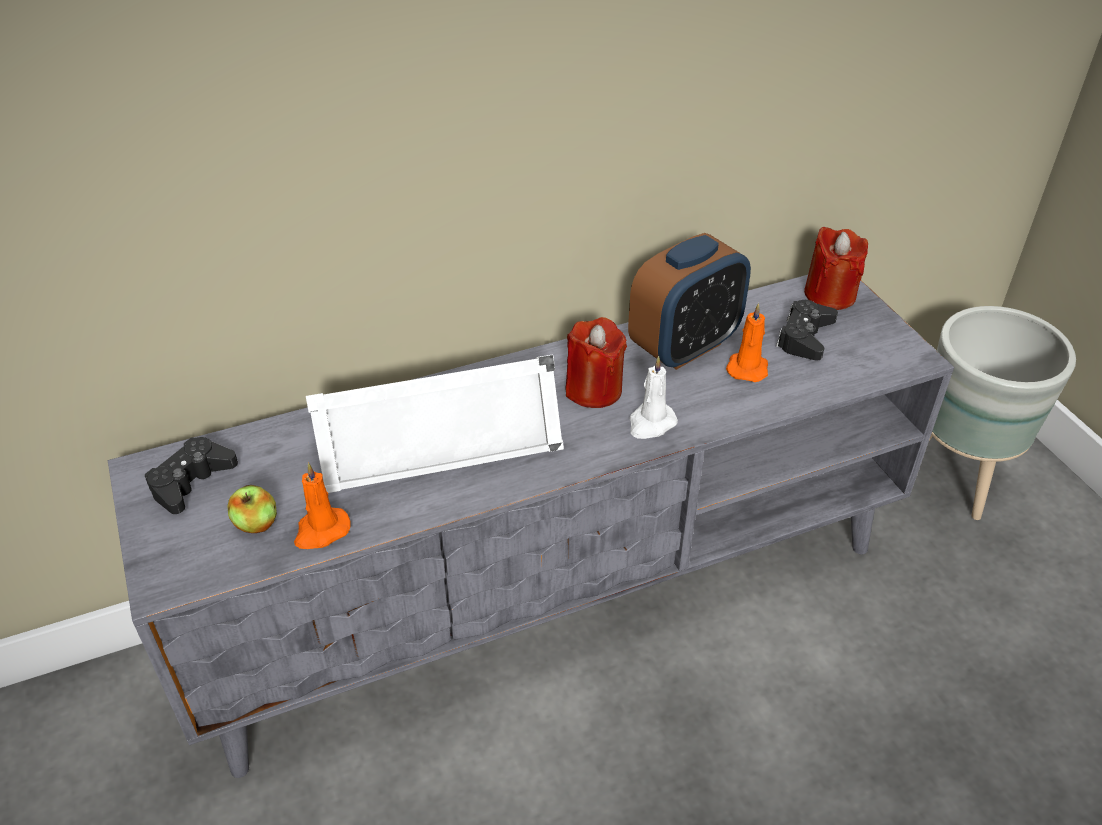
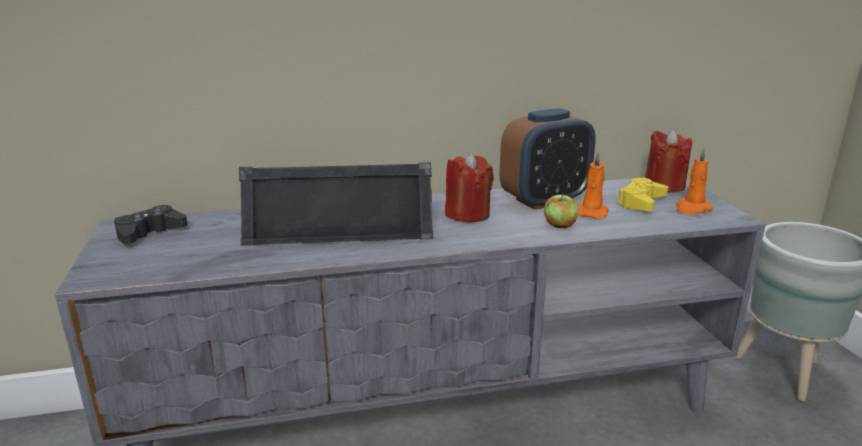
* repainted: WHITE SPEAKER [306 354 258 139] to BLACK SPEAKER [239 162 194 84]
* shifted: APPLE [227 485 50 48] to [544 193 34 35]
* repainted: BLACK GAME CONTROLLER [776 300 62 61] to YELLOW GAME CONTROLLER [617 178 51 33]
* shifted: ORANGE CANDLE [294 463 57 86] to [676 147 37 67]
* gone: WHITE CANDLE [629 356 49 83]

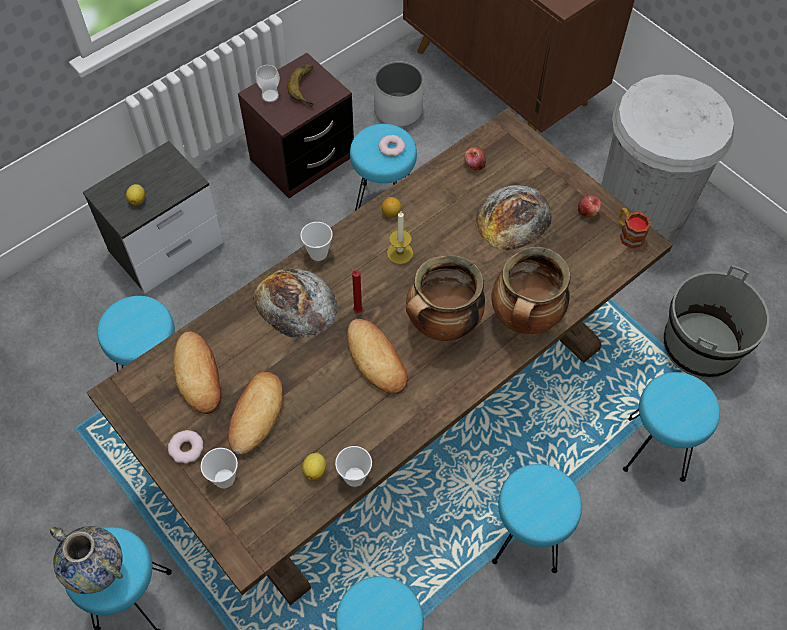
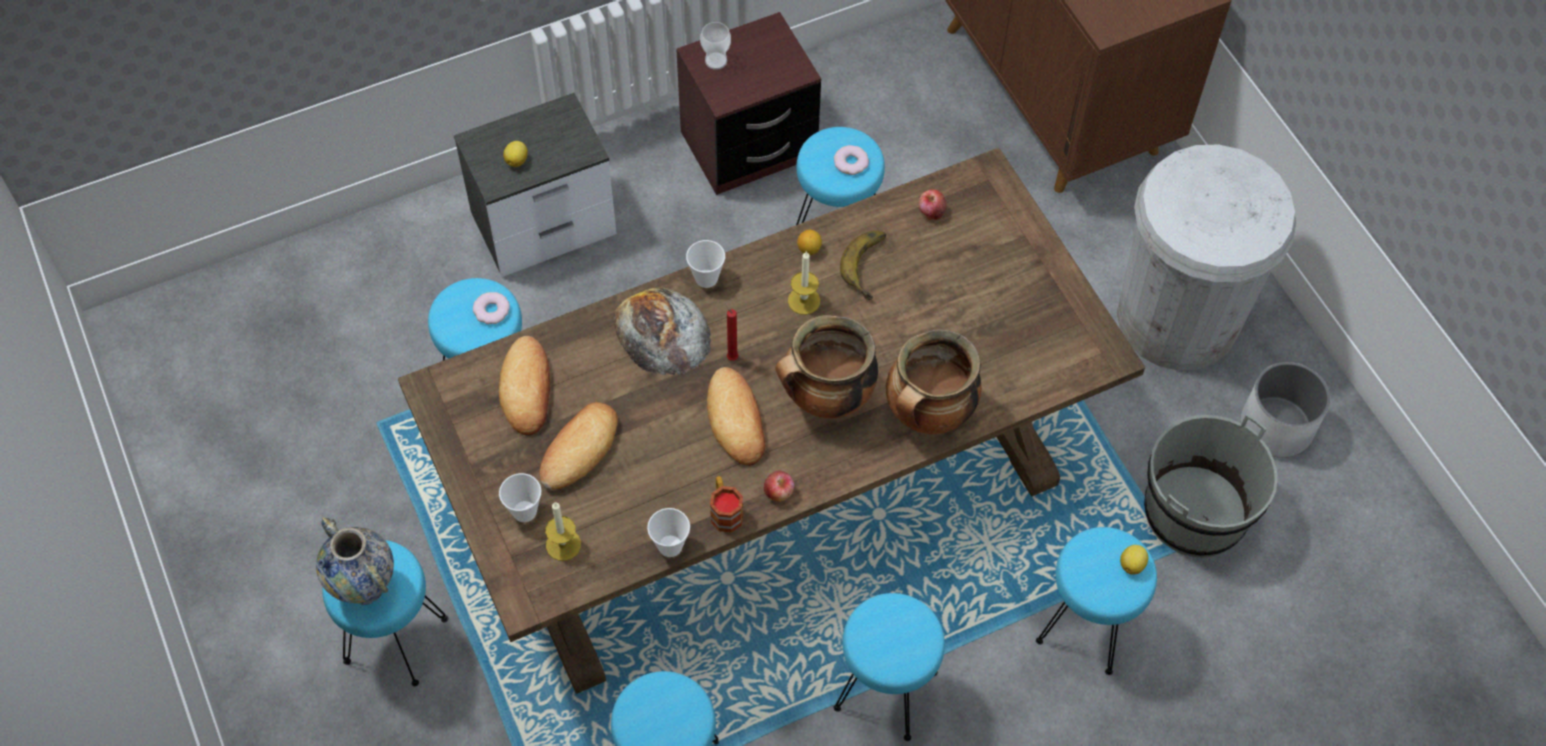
* shifted: DONUT [168 430 35 34] to [473 292 37 32]
* new: CANDLE [545 502 36 59]
* shifted: MUG [619 208 32 40] to [710 476 33 56]
* shifted: APPLE [578 195 23 22] to [764 471 31 31]
* shifted: BANANA [287 64 27 43] to [840 231 46 69]
* shifted: LEMON [302 452 24 29] to [1120 545 28 30]
* shifted: WHITE PLANTER [374 61 50 66] to [1240 362 90 96]
* gone: BREAD [475 185 77 66]

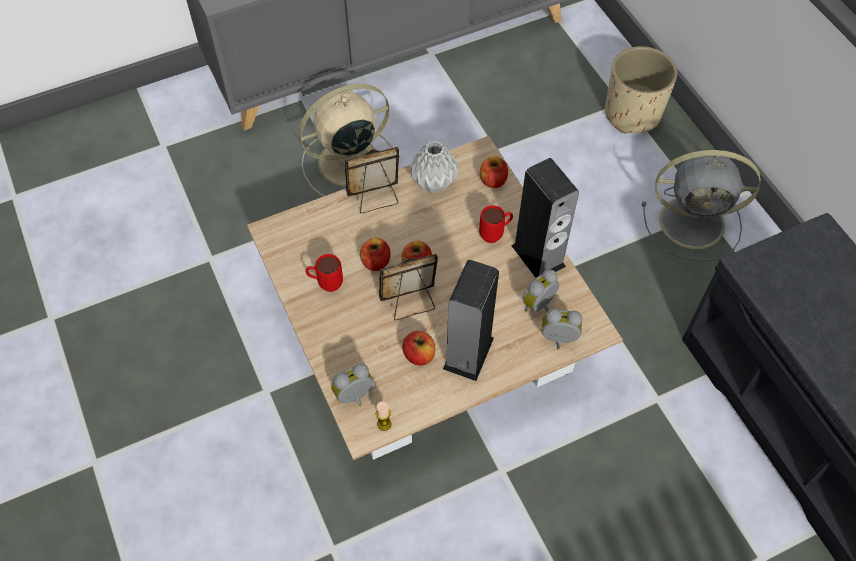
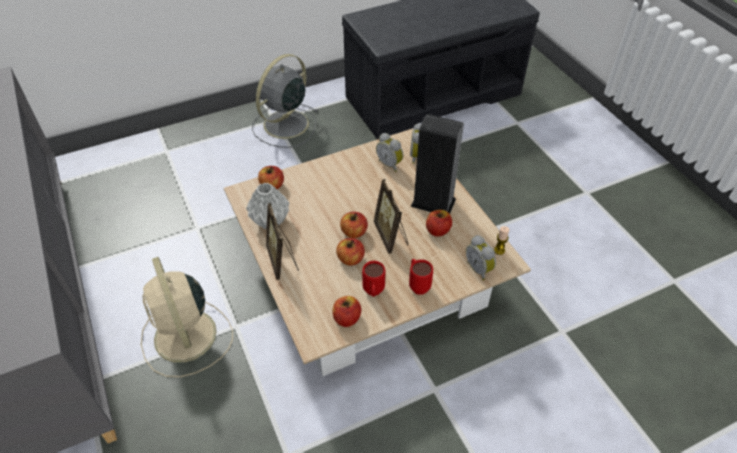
* rotated: GREY FAN [642 150 119 111] = [252 54 66 94] 150 degrees counterclockwise
* new: APPLE [333 296 28 31]
* shifted: RED MUG [479 205 34 38] to [409 259 24 36]
* gone: SPEAKER [511 158 68 120]
* gone: BEIGE PLANTER [605 46 72 87]

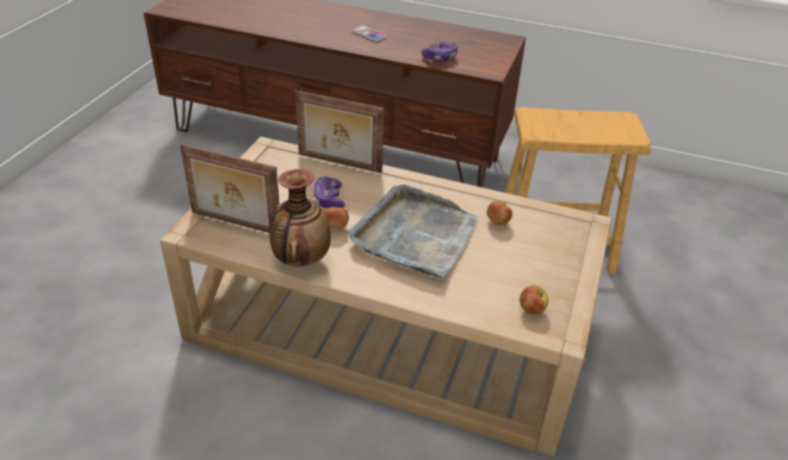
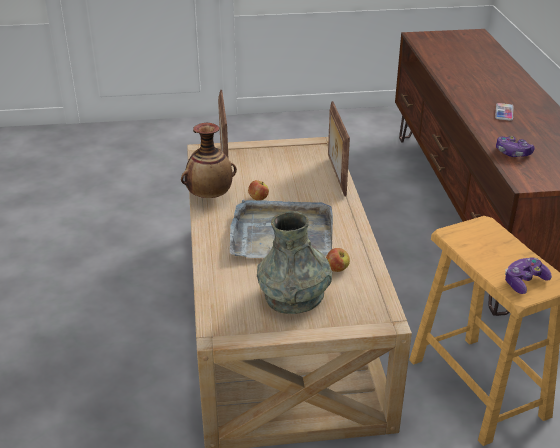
* new: GREY VASE [257 211 75 103]
* shifted: GAME CONTROLLER [313 177 32 31] to [505 257 47 37]
* gone: APPLE [520 285 28 30]

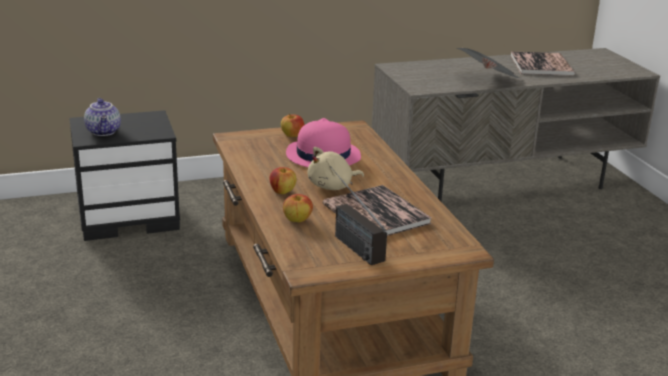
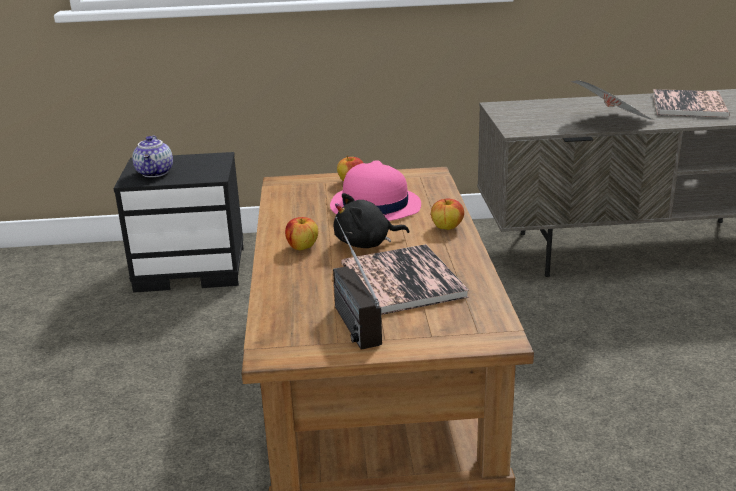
* repainted: BEIGE PLUSH TOY [307 147 57 43] to BLACK PLUSH TOY [334 193 75 55]
* shifted: APPLE [283 194 30 28] to [431 199 33 31]

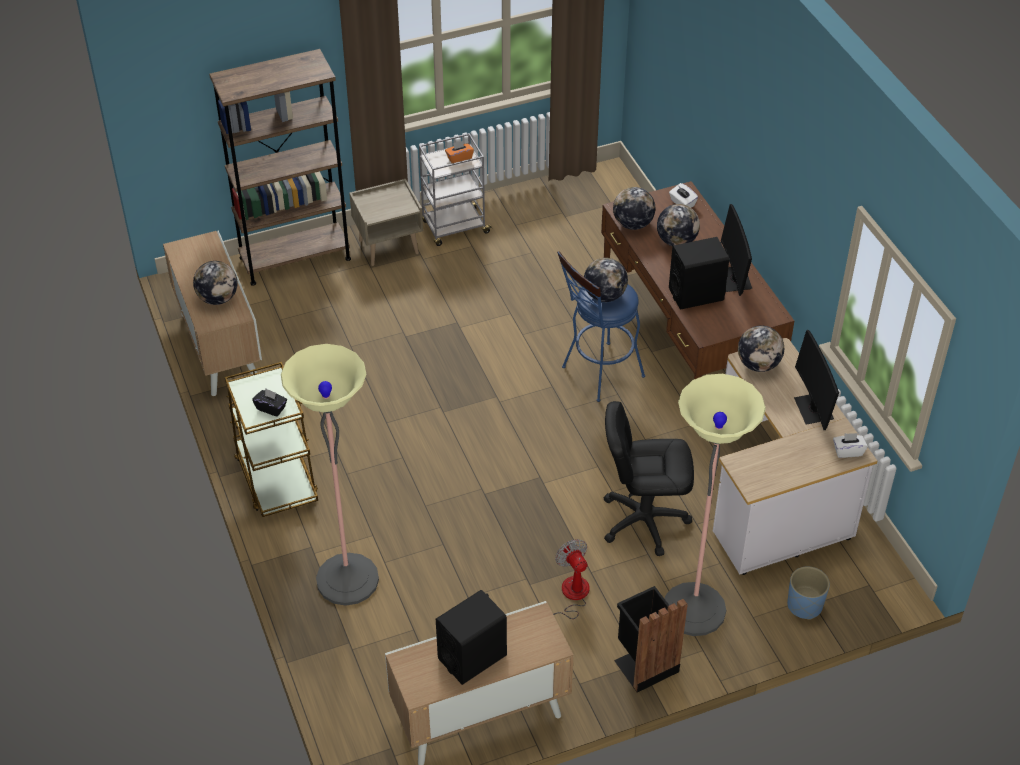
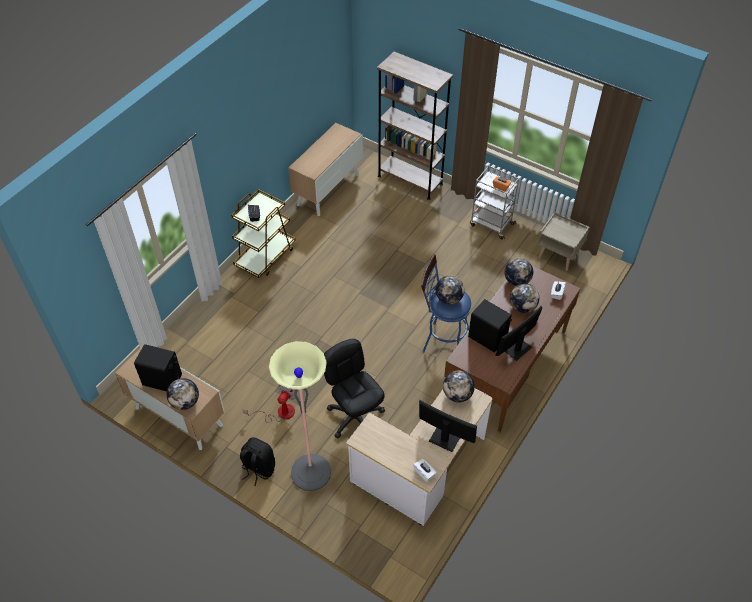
* shifted: GLOBE [193 261 44 44] to [167 378 32 32]
* swapped: BLACK TRASH CAN [614 586 74 106] to BLACK BACKPACK [240 437 35 49]
* rotated: MONITOR [794 330 45 100] = [419 400 58 52] 75 degrees clockwise
* shifted: BEIGE NIGHTSTAND [349 179 74 87] to [538 212 52 59]
* gone: FLOOR LAMP [281 344 98 262]
* gone: BLUE PLANTER [787 566 43 54]

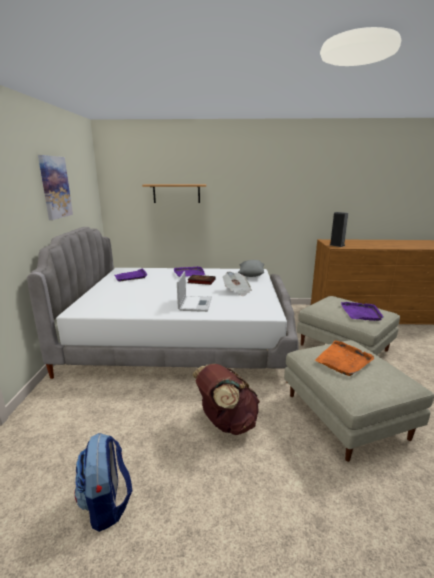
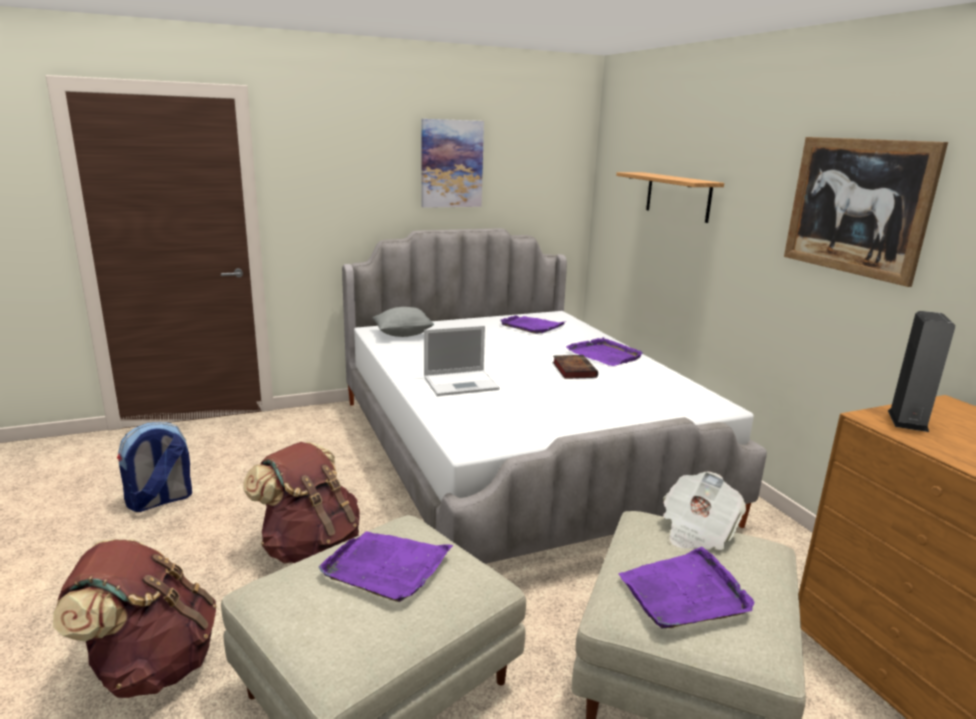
* new: BROWN BACKPACK [53 539 164 159]
* repainted: ORANGE TRAY [315 340 60 36] to PURPLE TRAY [319 531 134 71]
* shifted: GREY PILLOW [238 260 26 17] to [372 307 62 30]
* shifted: NEWSPAPER [222 271 30 25] to [663 471 83 79]
* new: PICTURE [784 137 164 150]

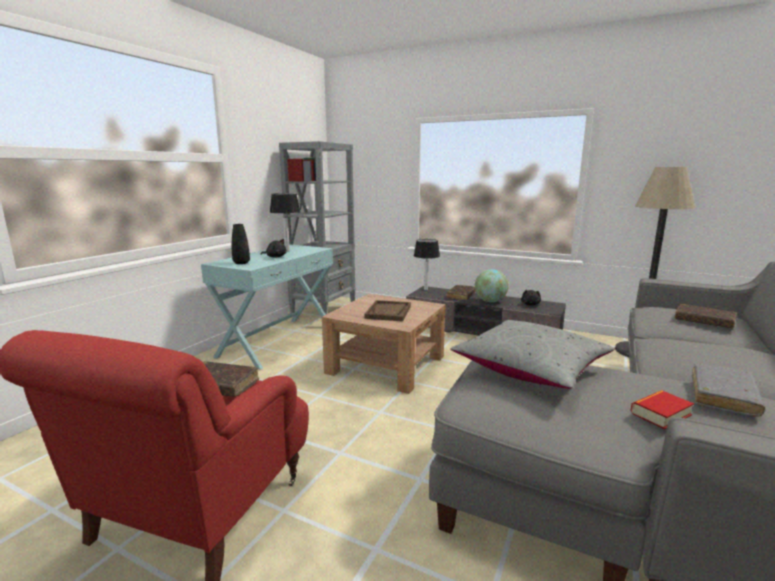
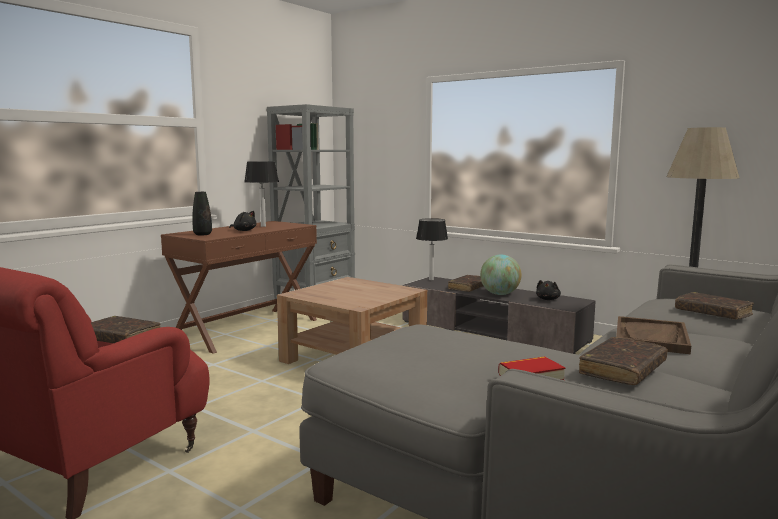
* repainted: TURQUOISE CONSOLE TABLE [201 244 132 126] to BROWN CONSOLE TABLE [161 221 156 133]
* repainted: GREY BOOK [692 363 73 54] to BROWN BOOK [579 337 89 48]
* shifted: BROWN TRAY [364 300 47 21] to [616 316 75 38]
* gone: GREY PILLOW [450 320 164 69]

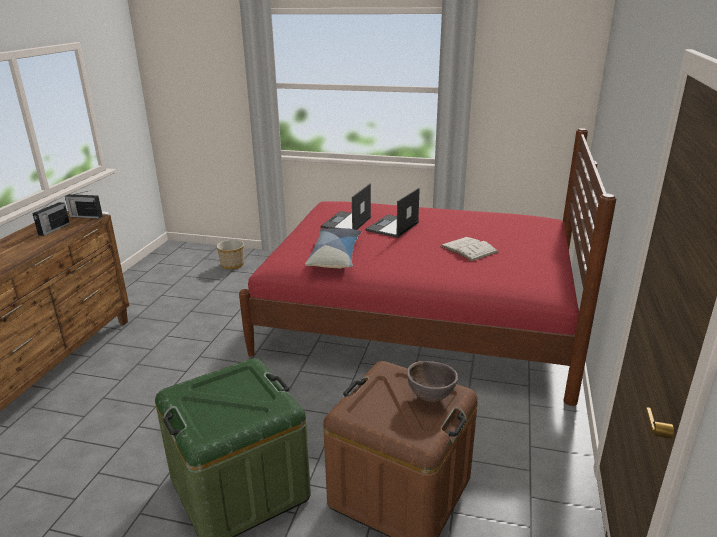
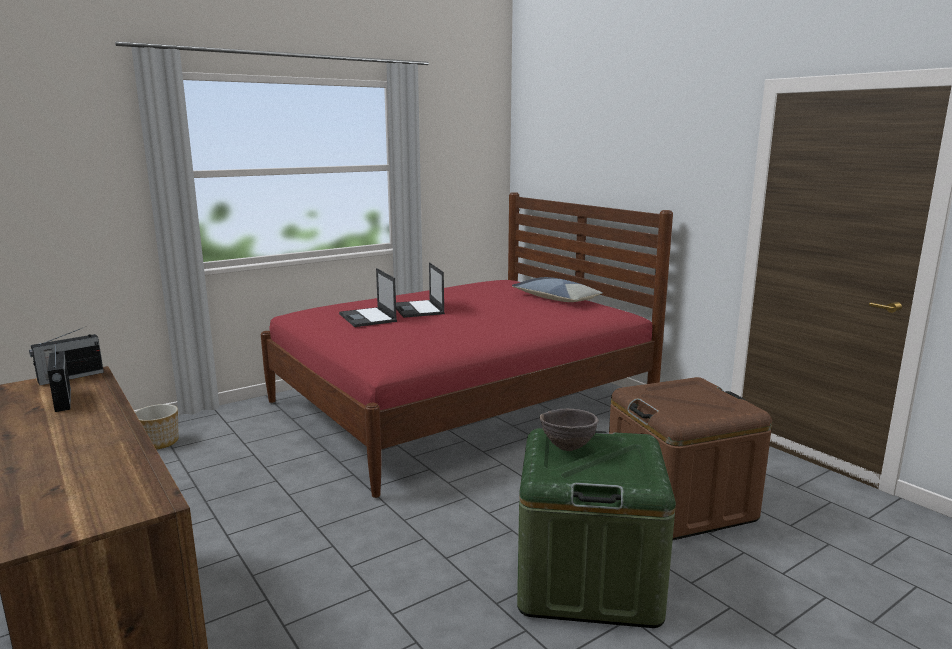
* shifted: PILLOW [305 228 57 41] to [512 277 90 25]
* shifted: BROWN BOWL [407 361 51 41] to [540 409 59 42]
* gone: WHITE BOOK [441 237 57 24]

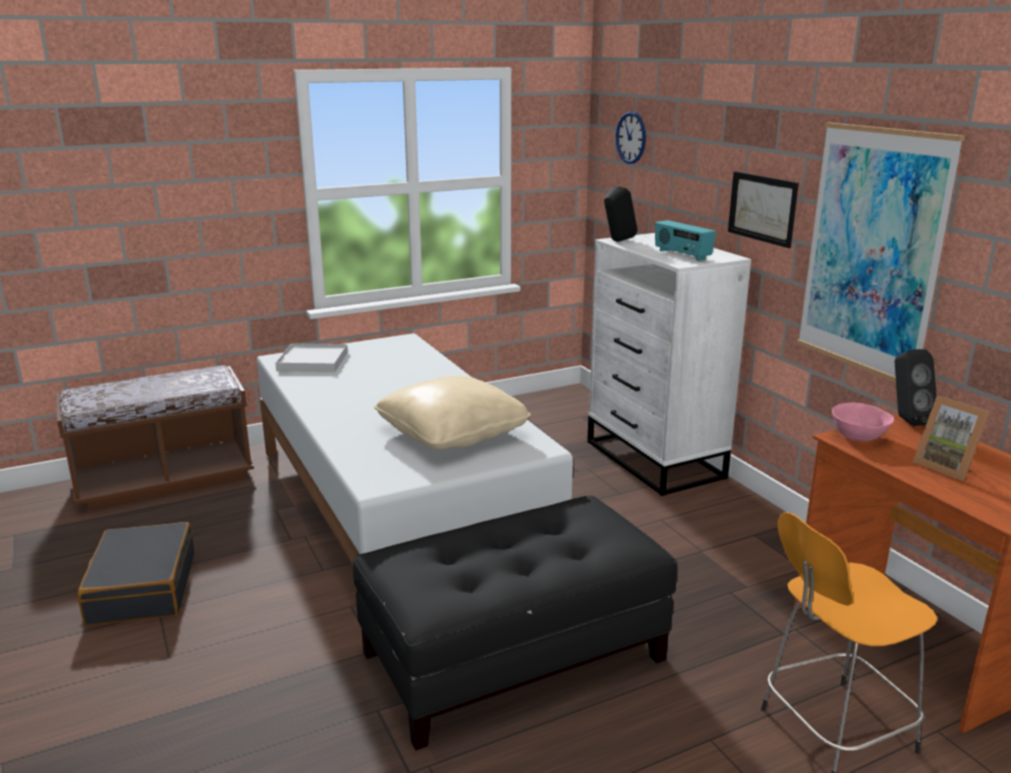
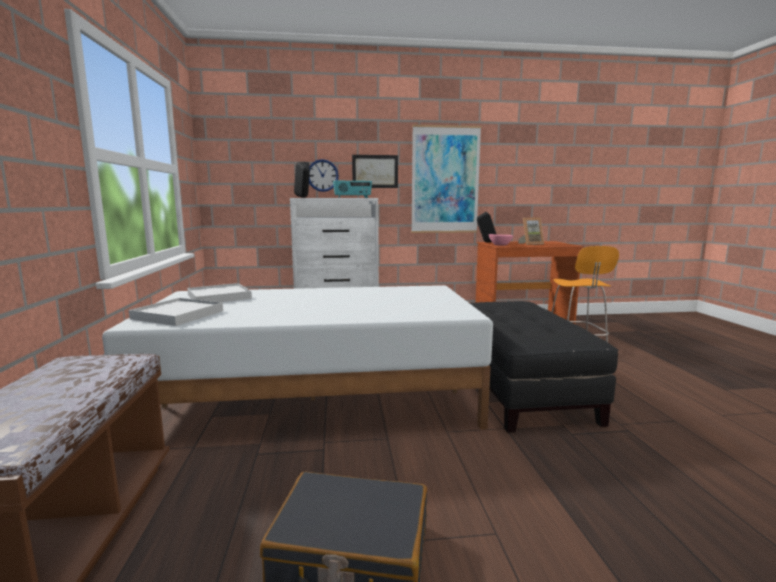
* new: WHITE TRAY [187 283 65 19]
* shifted: WALL CLOCK [616 111 30 53] to [309 159 30 33]
* gone: BEIGE PILLOW [374 376 157 74]

